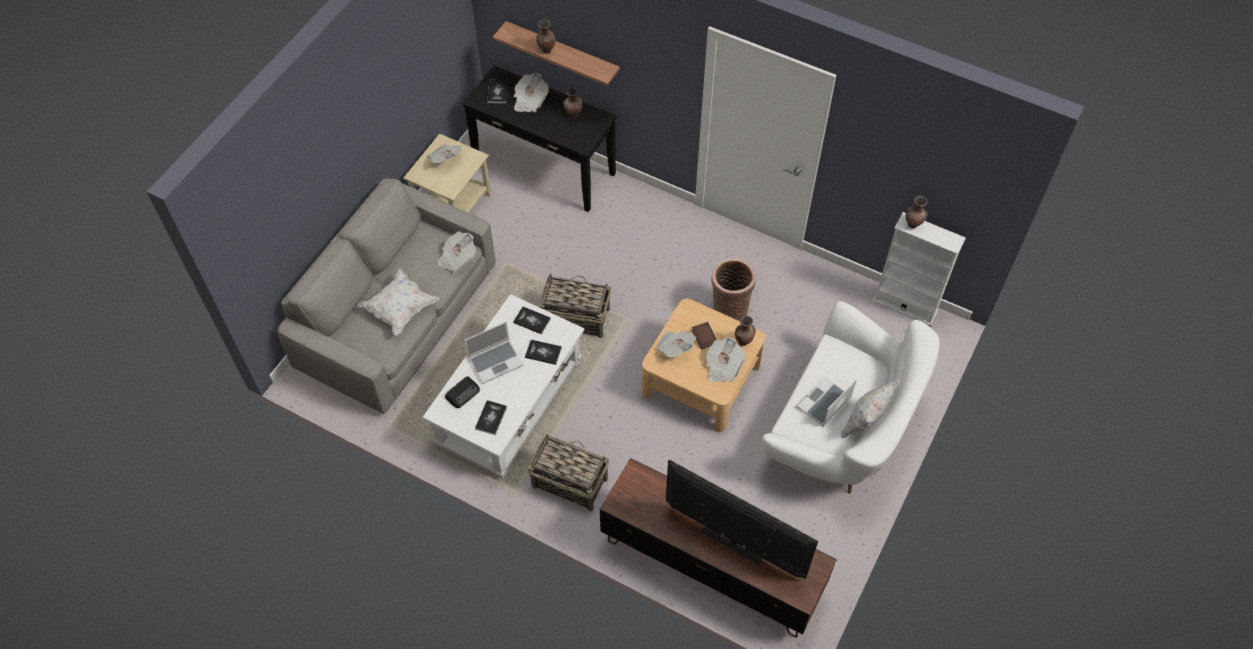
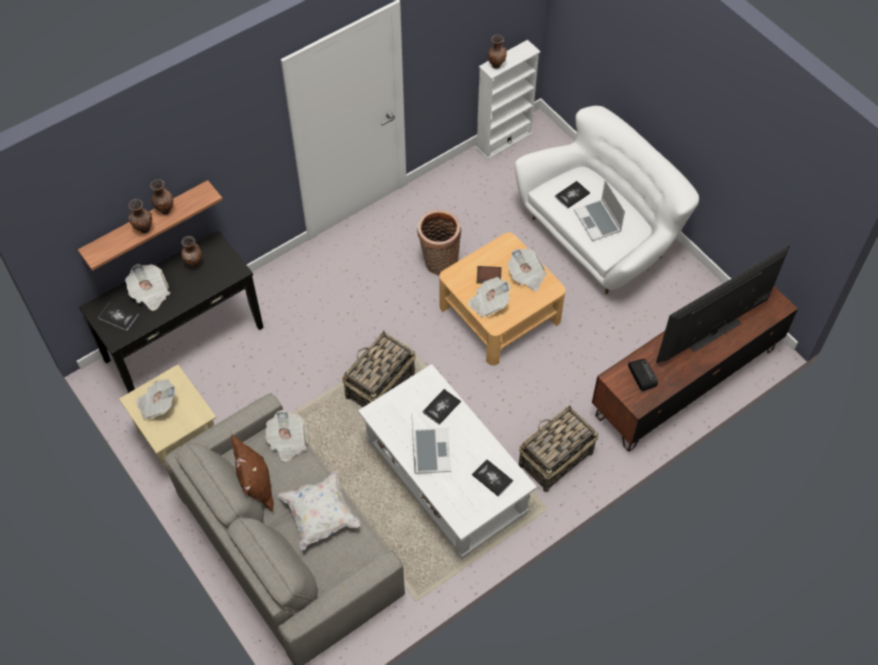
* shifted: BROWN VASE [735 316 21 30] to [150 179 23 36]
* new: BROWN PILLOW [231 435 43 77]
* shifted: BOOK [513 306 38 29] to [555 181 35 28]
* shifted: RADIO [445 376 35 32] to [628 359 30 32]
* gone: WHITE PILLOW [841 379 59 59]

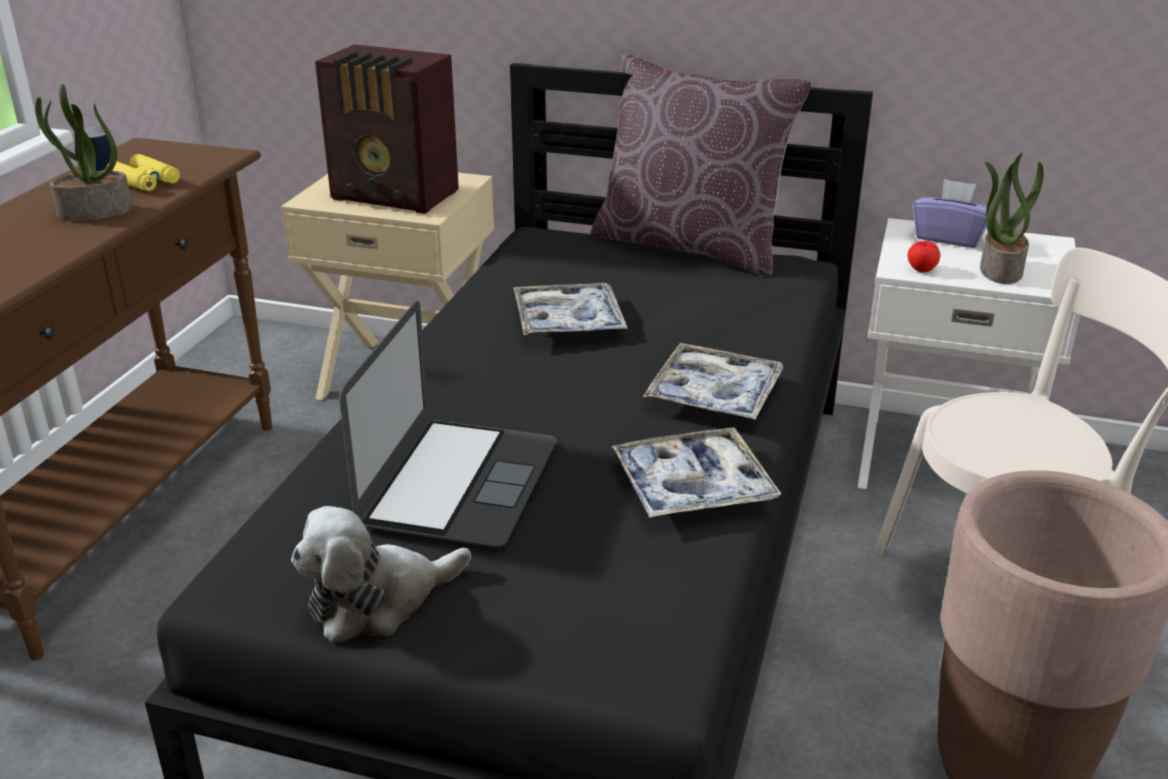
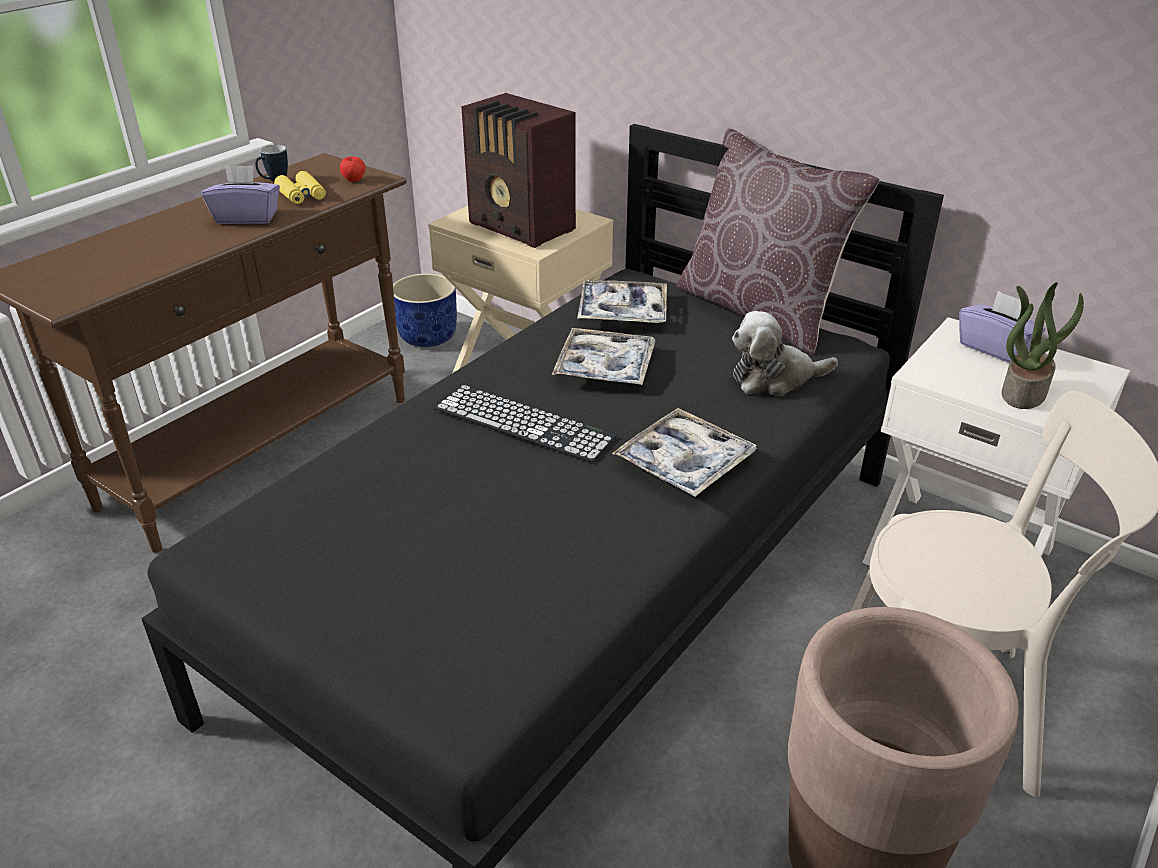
* swapped: POTTED PLANT [35 84 97 137] to PURPLE TISSUE BOX [201 165 79 59]
* shifted: APPLE [907 241 34 32] to [340 156 26 26]
* new: BLUE PLANTER [393 273 64 74]
* new: KEYBOARD [434 385 183 78]
* shifted: TRAY [611 427 170 91] to [577 281 90 42]
* shifted: PLUSH TOY [291 506 180 137] to [732 311 106 85]
* gone: LAPTOP [339 301 218 246]

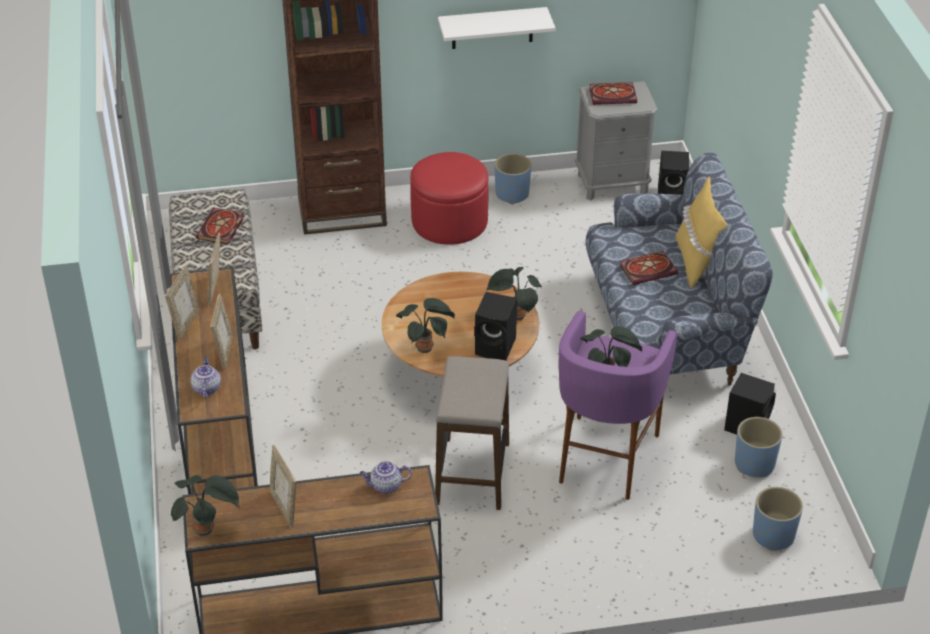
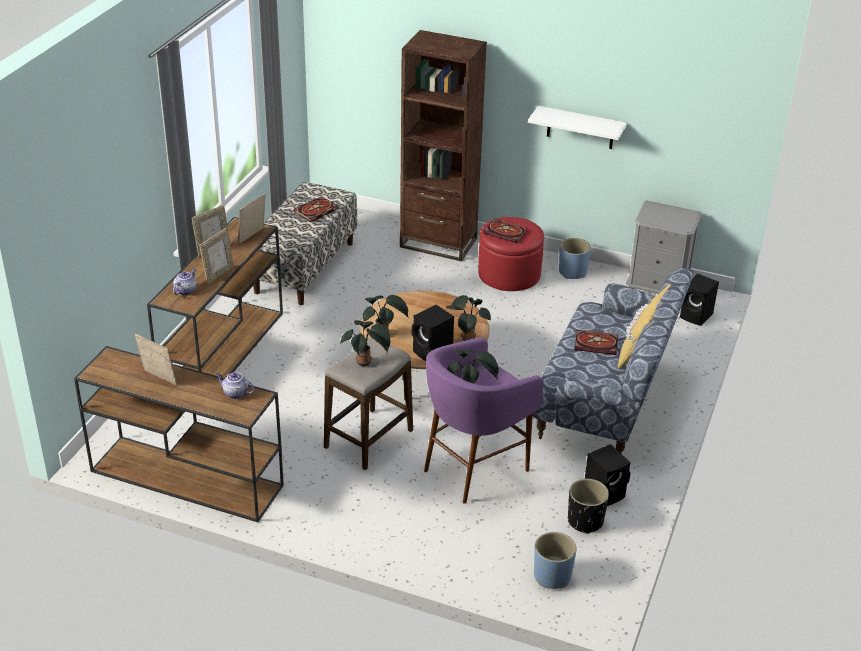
* rotated: PICTURE FRAME [269 445 27 83] = [135 334 43 52] 120 degrees clockwise
* shifted: POTTED PLANT [171 475 70 61] to [340 320 50 46]
* shifted: BOOK [589 82 48 23] to [483 219 44 24]
* repainted: BLUE PLANTER [735 417 47 60] to BLACK PLANTER [568 479 41 55]

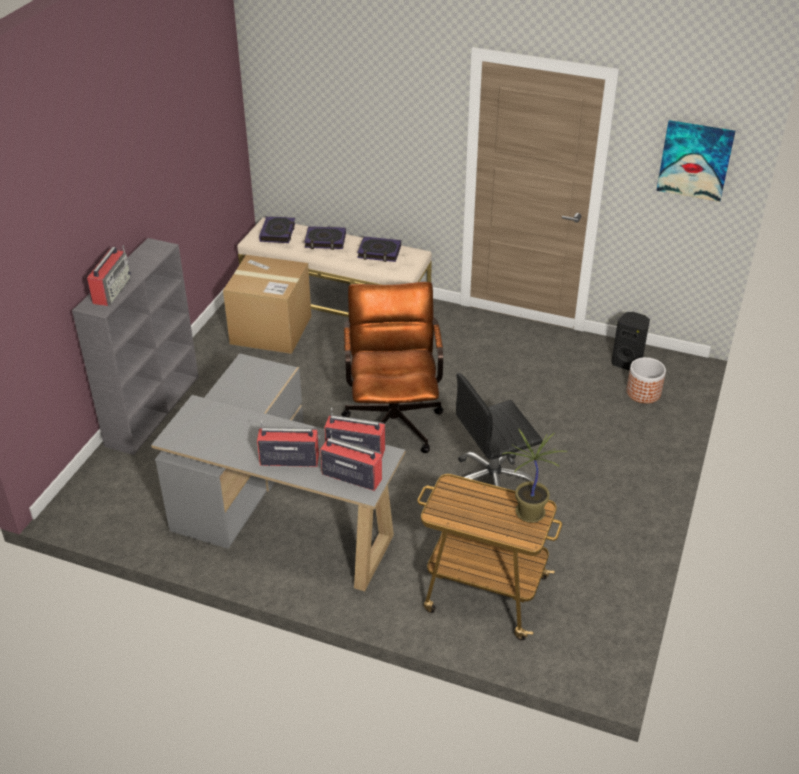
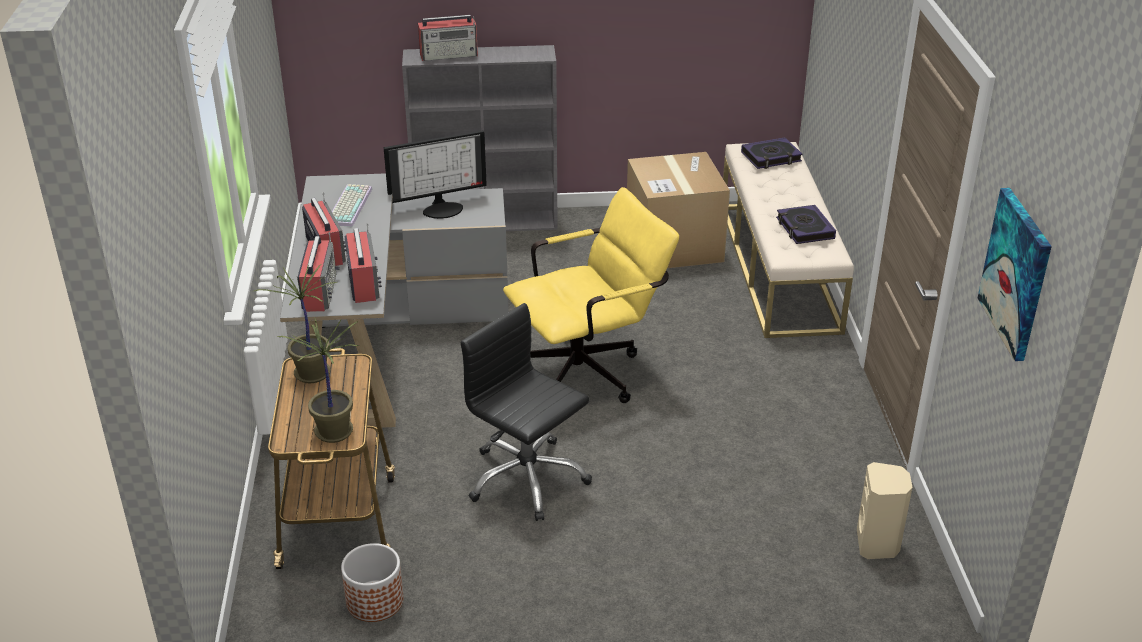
* new: POTTED PLANT [254 264 83 119]
* new: KEYBOARD [332 184 40 43]
* shifted: PLANTER [626 357 40 46] to [341 543 63 79]
* new: MONITOR [384 130 103 89]
* repainted: BROWN OFFICE CHAIR [341 282 103 171] to YELLOW OFFICE CHAIR [503 187 176 216]
* repainted: BLACK SPEAKER [611 312 39 59] to BEIGE SPEAKER [857 462 55 97]
* gone: BOOK [304 226 42 24]

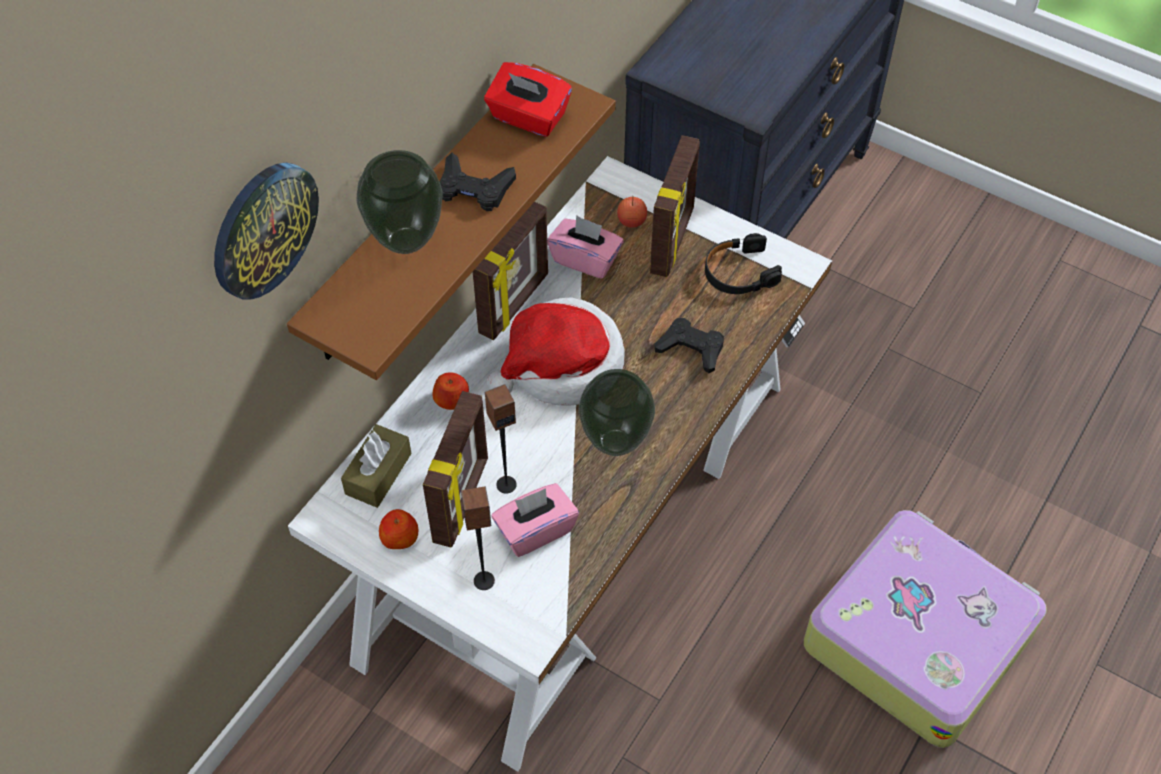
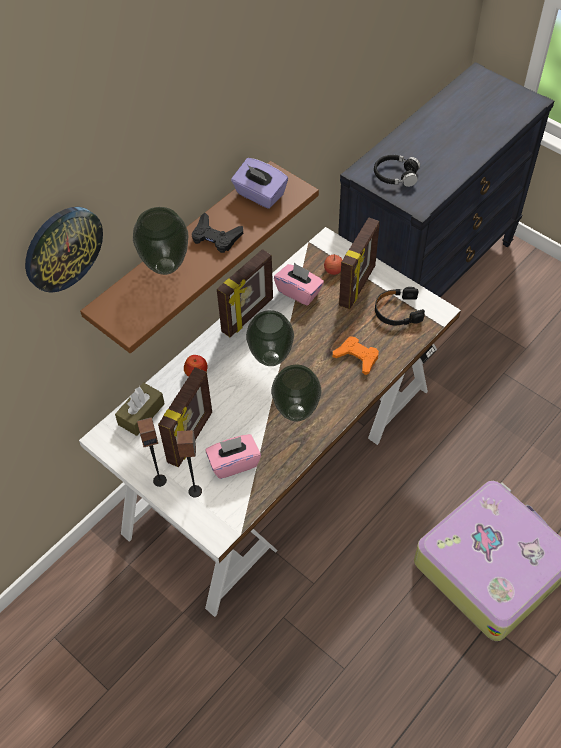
* shifted: SPEAKER [485 384 32 109] to [137 417 30 70]
* repainted: RED TISSUE BOX [484 62 88 75] to PURPLE TISSUE BOX [231 158 57 51]
* swapped: HAT [487 298 138 108] to VASE [246 310 48 56]
* repainted: BLACK GAME CONTROLLER [654 318 70 55] to ORANGE GAME CONTROLLER [333 337 46 38]
* new: BLACK HEADPHONES [374 155 46 32]
* gone: APPLE [379 509 39 40]

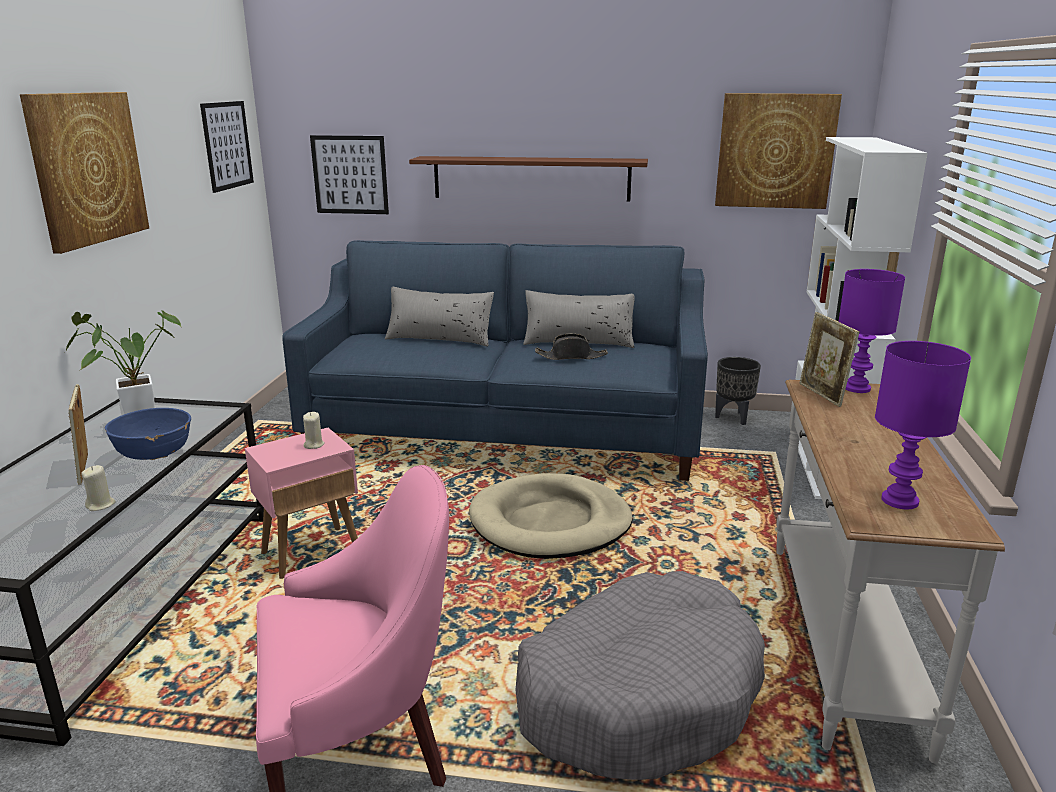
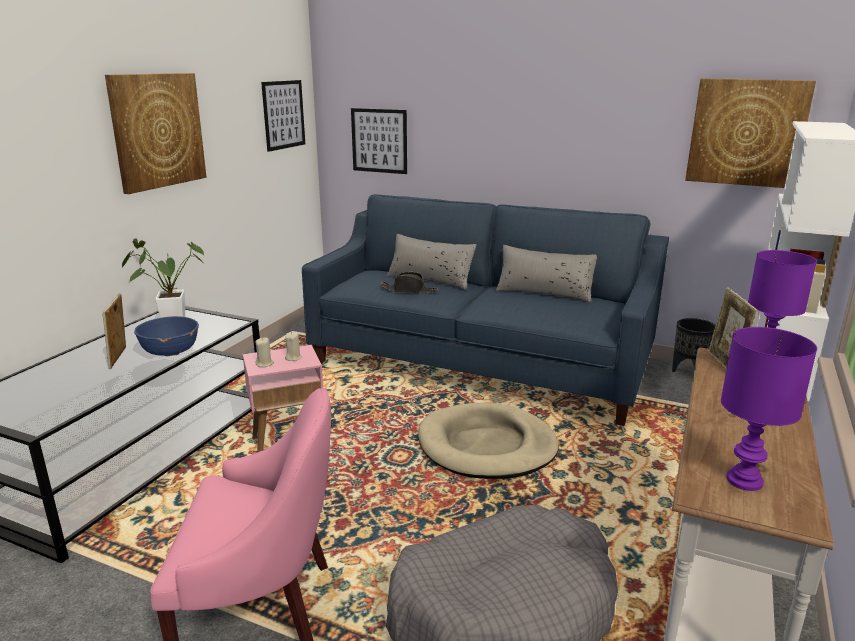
* shifted: BEIGE CANDLE [81 465 35 46] to [255 337 19 30]
* shifted: BLACK HAT [535 334 73 26] to [380 272 59 22]
* gone: BROWN SHELF [409 156 239 45]

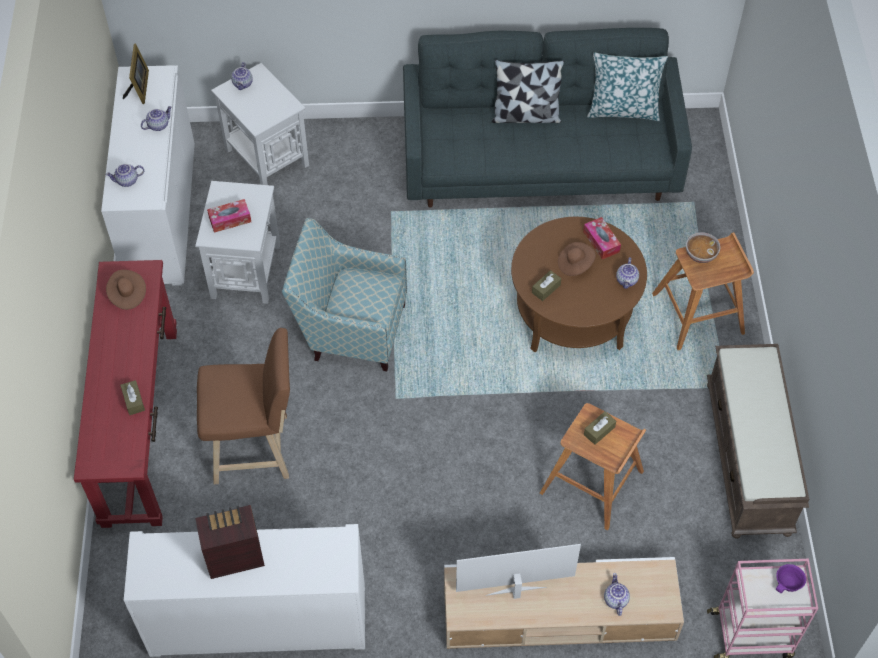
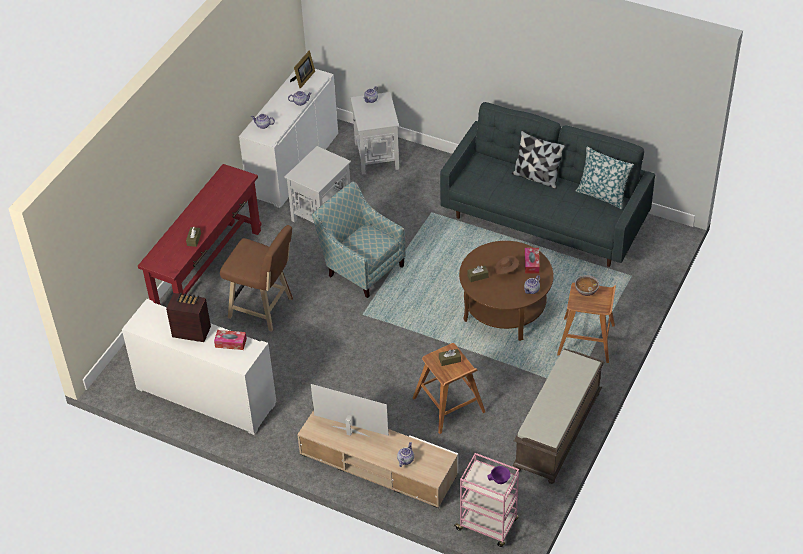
* shifted: TISSUE BOX [207 199 44 34] to [214 330 33 20]
* gone: BROWN HAT [106 270 40 40]

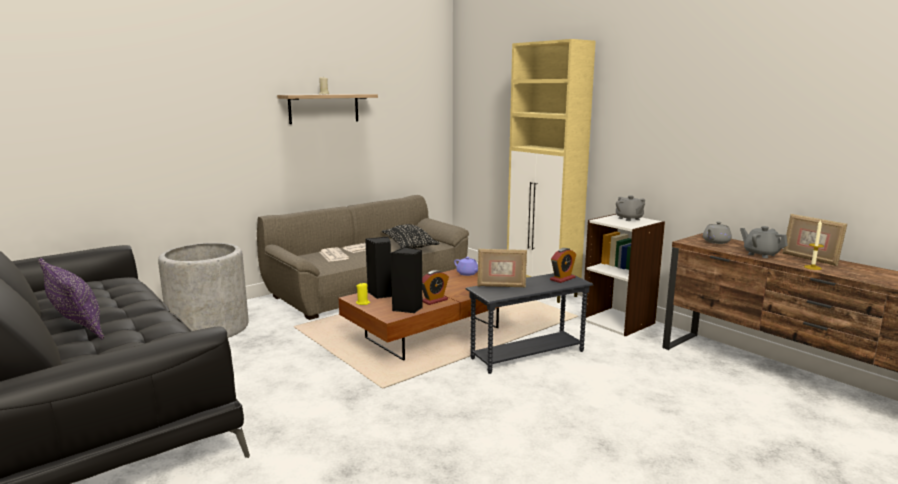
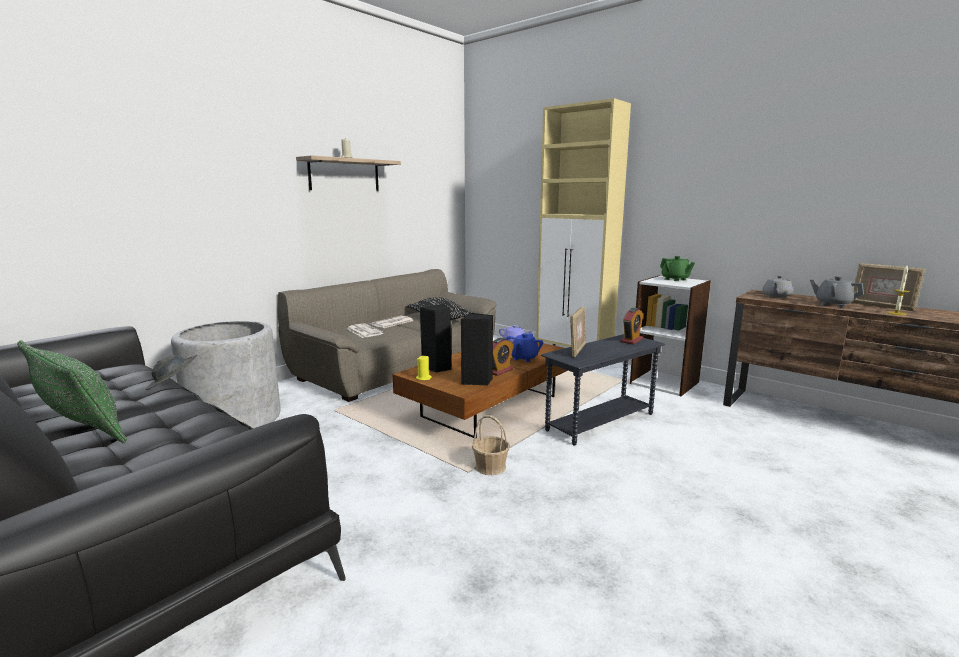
* repainted: PURPLE PILLOW [38 258 66 81] to GREEN PILLOW [17 340 110 103]
* new: GREY HAT [146 355 52 35]
* new: BASKET [472 415 38 60]
* new: BLUE TEAPOT [507 333 36 29]
* rotated: PICTURE FRAME [477 249 50 38] = [570 306 16 52] 60 degrees counterclockwise
* repainted: GREY TEAPOT [616 195 29 26] to GREEN TEAPOT [660 256 35 25]

